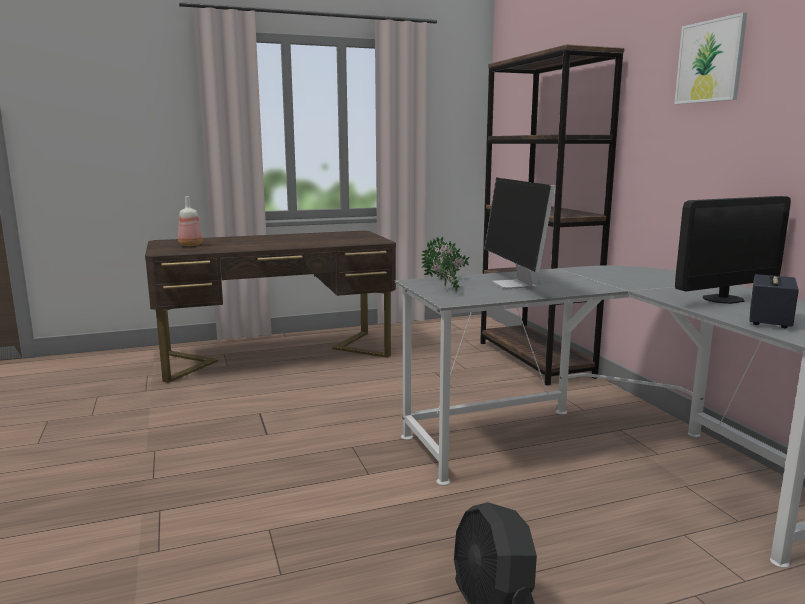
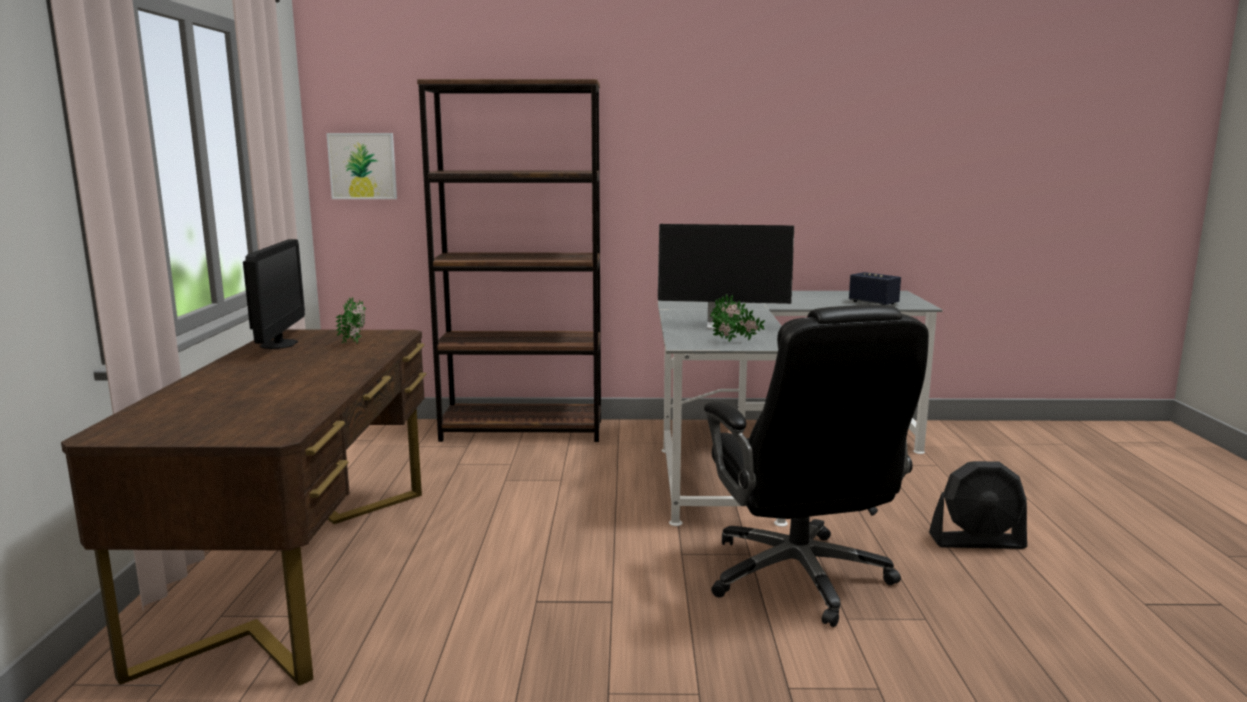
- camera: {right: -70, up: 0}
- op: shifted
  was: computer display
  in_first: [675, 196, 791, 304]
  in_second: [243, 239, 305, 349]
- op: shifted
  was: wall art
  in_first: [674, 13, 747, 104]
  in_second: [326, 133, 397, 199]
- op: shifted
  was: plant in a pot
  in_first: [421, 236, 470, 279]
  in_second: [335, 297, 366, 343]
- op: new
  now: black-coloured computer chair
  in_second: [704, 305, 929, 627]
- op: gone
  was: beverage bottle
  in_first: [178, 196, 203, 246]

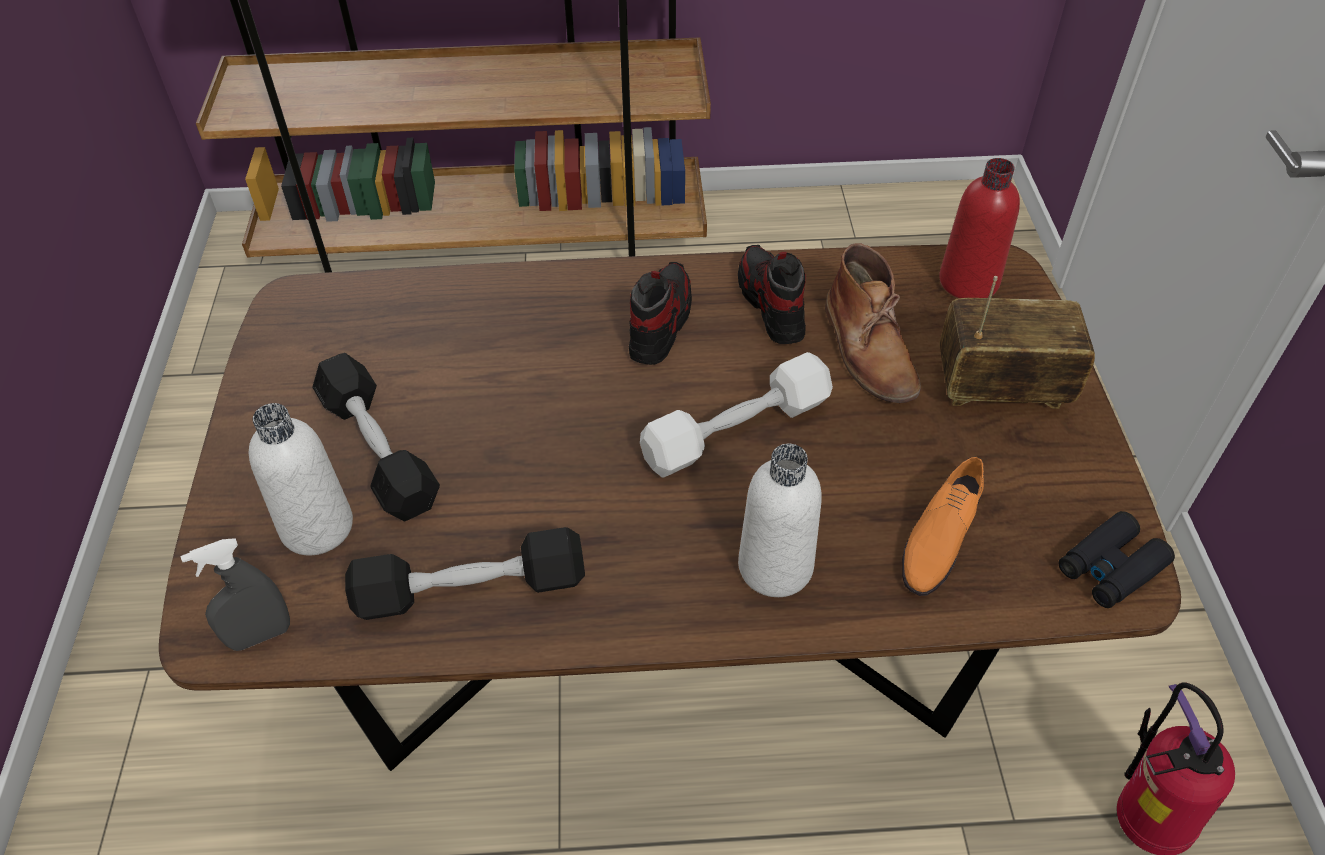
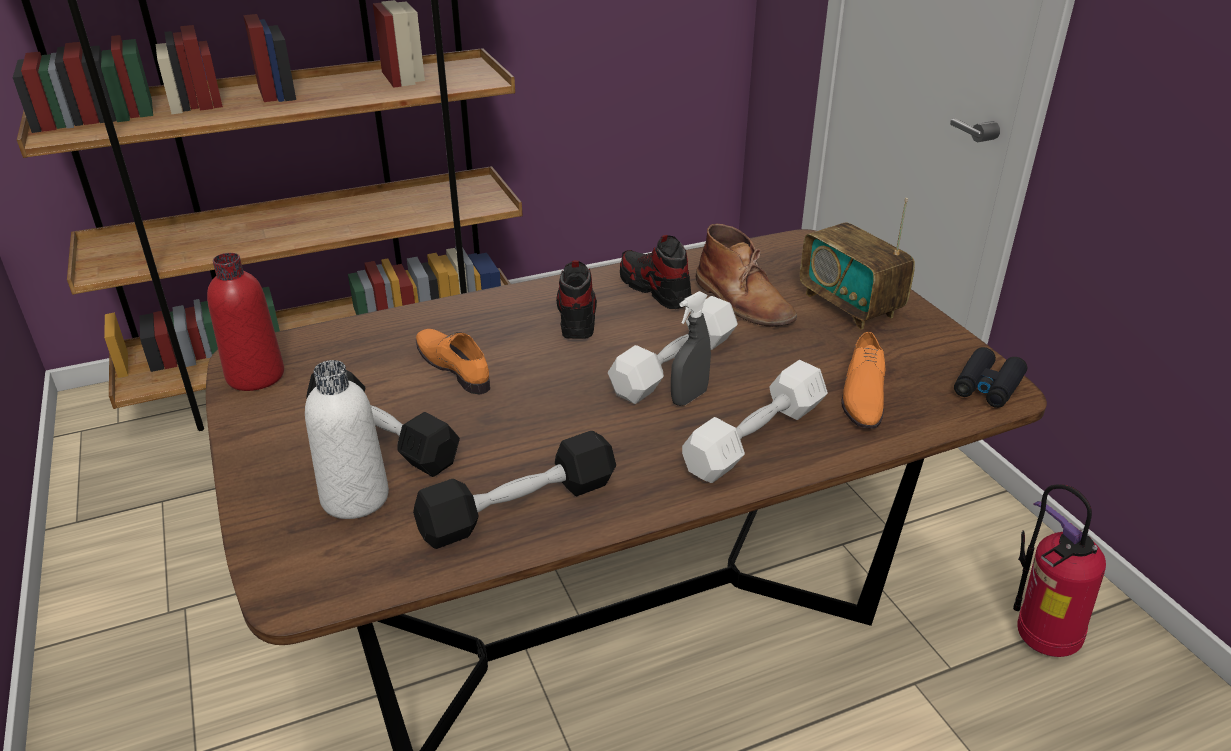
- camera: {right: -20, up: -15}
- op: shifted
  was: red beverage bottle
  in_first: [939, 158, 1020, 298]
  in_second: [207, 253, 284, 391]
- op: new
  now: orange-coloured shoe
  in_second: [416, 329, 490, 395]
- op: shifted
  was: greyish spray bottle
  in_first: [180, 538, 290, 651]
  in_second: [671, 291, 711, 406]
- op: swapped
  was: white-coloured beverage bottle
  now: white-coloured free weight
  in_first: [738, 444, 822, 597]
  in_second: [682, 360, 828, 483]
- op: rotated
  was: radio set
  in_first: [939, 276, 1095, 409]
  in_second: [800, 198, 915, 330]
  clockwise: -105

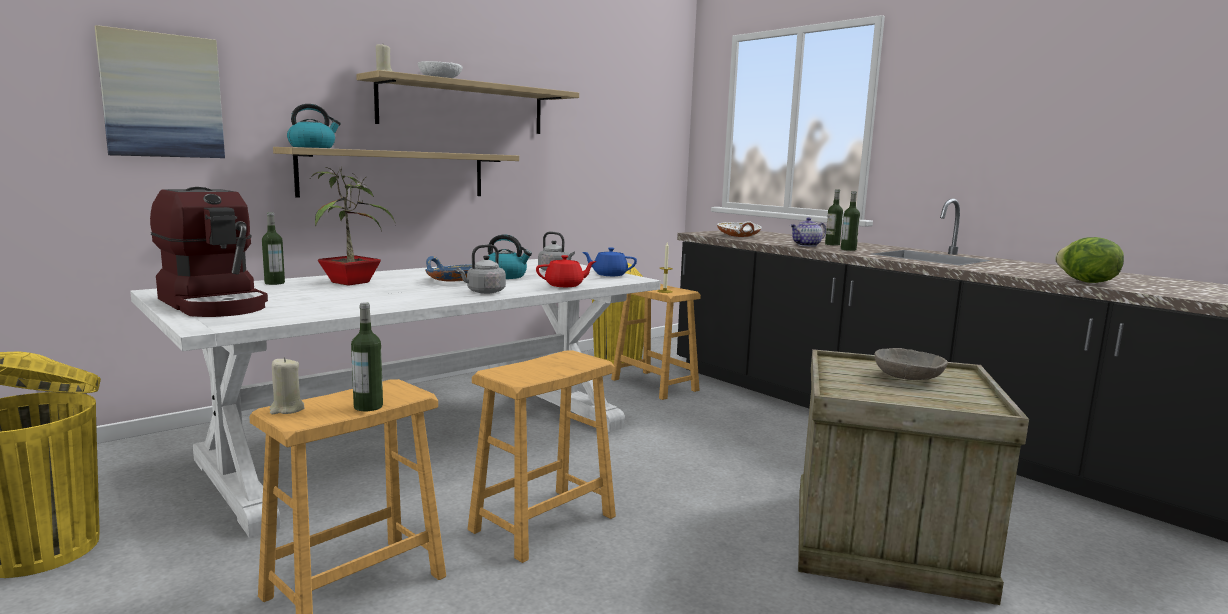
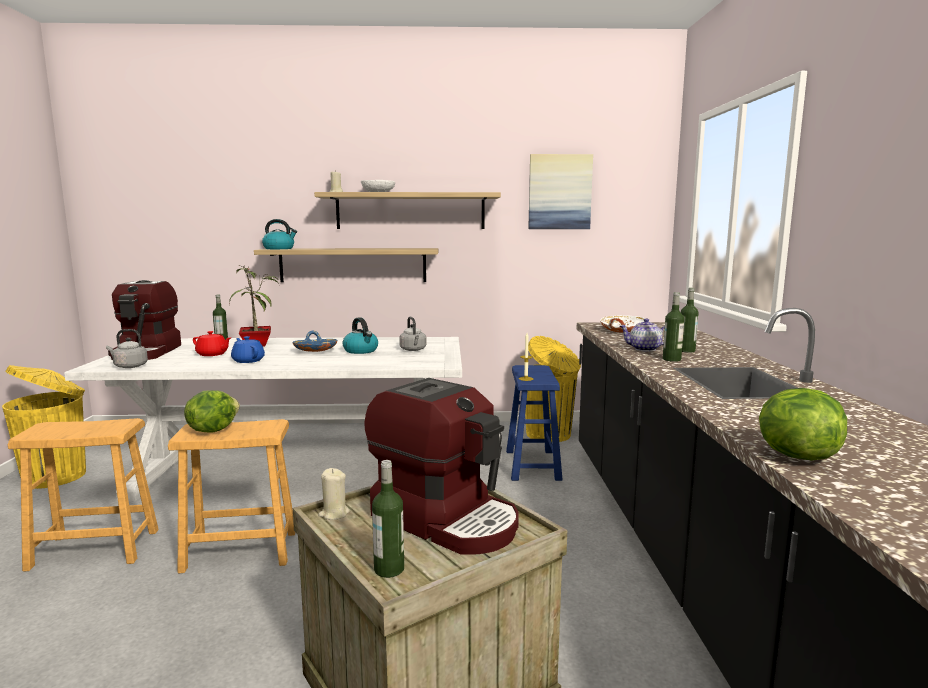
- camera: {right: 40, up: 0}
- op: shifted
  was: greyish kettle
  in_first: [457, 244, 506, 294]
  in_second: [106, 329, 148, 368]
- op: new
  now: head of lettuce
  in_second: [184, 390, 240, 433]
- op: shifted
  was: red teapot
  in_first: [536, 255, 596, 287]
  in_second: [193, 331, 231, 356]
- op: shifted
  was: blue-coloured teapot
  in_first: [582, 248, 637, 276]
  in_second: [231, 336, 265, 363]
- op: shifted
  was: beige wax candle
  in_first: [270, 357, 305, 414]
  in_second: [318, 468, 350, 520]
- op: swapped
  was: greyish serving bowl
  now: coffee machine
  in_first: [875, 348, 948, 380]
  in_second: [364, 378, 519, 555]
- op: shifted
  was: beverage bottle
  in_first: [351, 303, 383, 411]
  in_second: [372, 460, 404, 578]
- op: repainted
  was: brown-coloured stool
  now: blue-coloured stool
  in_first: [611, 284, 701, 400]
  in_second: [506, 365, 563, 481]
- op: shifted
  was: wall art
  in_first: [95, 25, 225, 158]
  in_second: [528, 154, 593, 229]

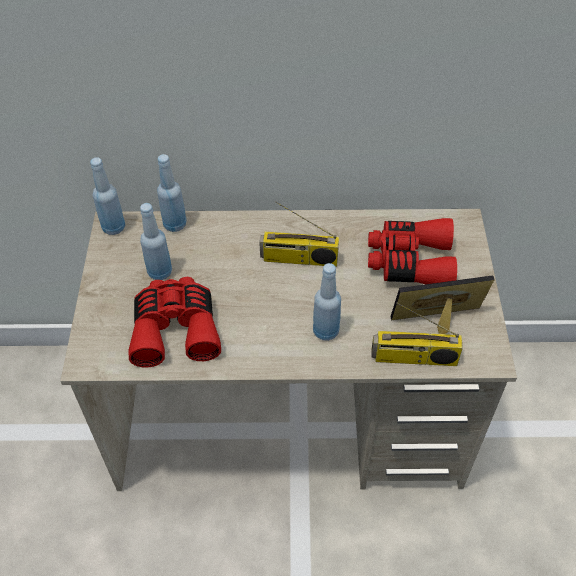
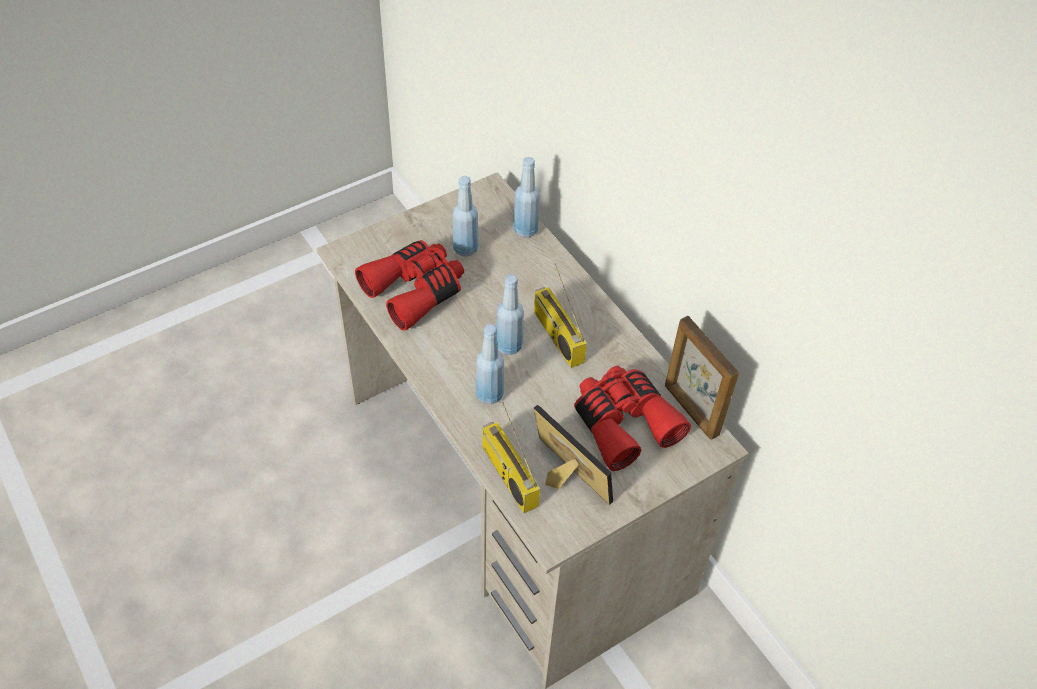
- camera: {right: 55, up: 0}
- op: shifted
  was: blue-coloured beverage bottle
  in_first: [90, 157, 125, 235]
  in_second: [496, 274, 524, 355]
- op: new
  now: standing frame
  in_second: [665, 316, 739, 440]

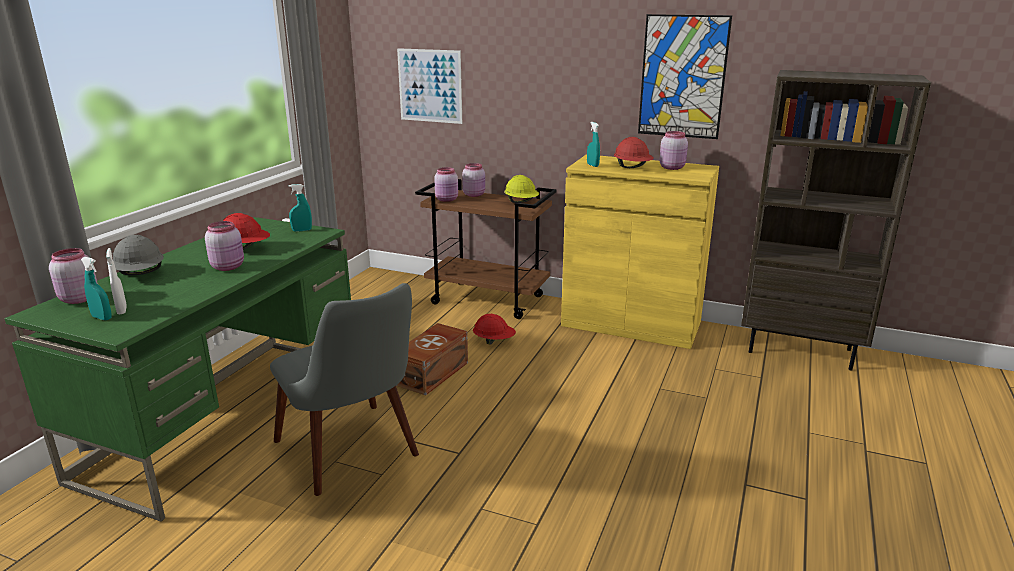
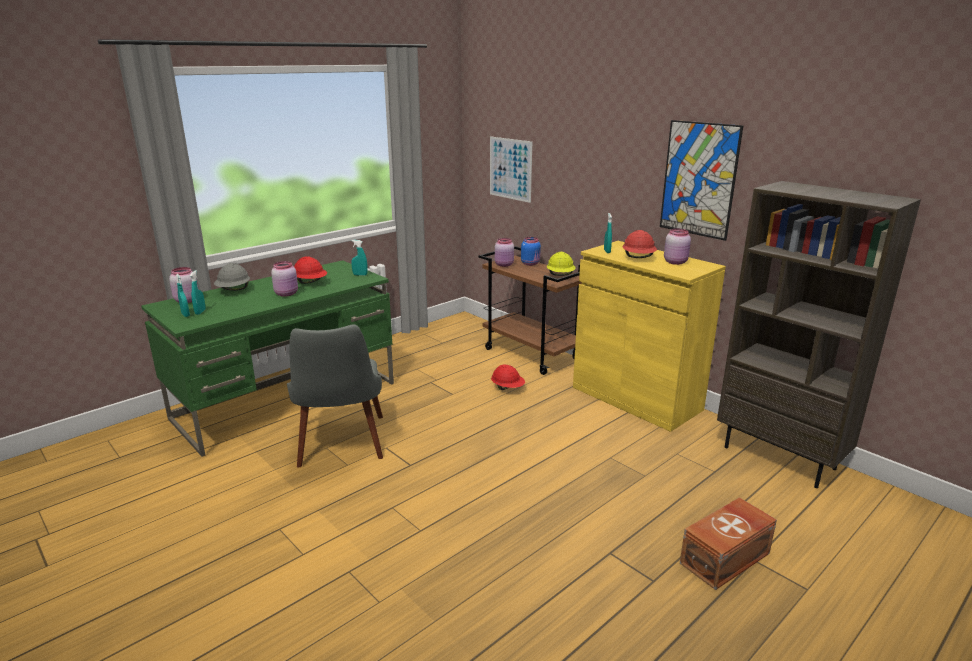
- camera: {right: 25, up: 0}
- op: repainted
  was: white-coloured spray bottle
  now: turquoise-coloured spray bottle
  in_first: [106, 248, 127, 315]
  in_second: [190, 270, 205, 315]
- op: repainted
  was: pinkish storage jar
  now: blue-coloured storage jar
  in_first: [462, 163, 485, 197]
  in_second: [521, 237, 541, 266]
- op: shifted
  was: brown-coloured storage bin
  in_first: [396, 323, 468, 395]
  in_second: [680, 497, 777, 590]

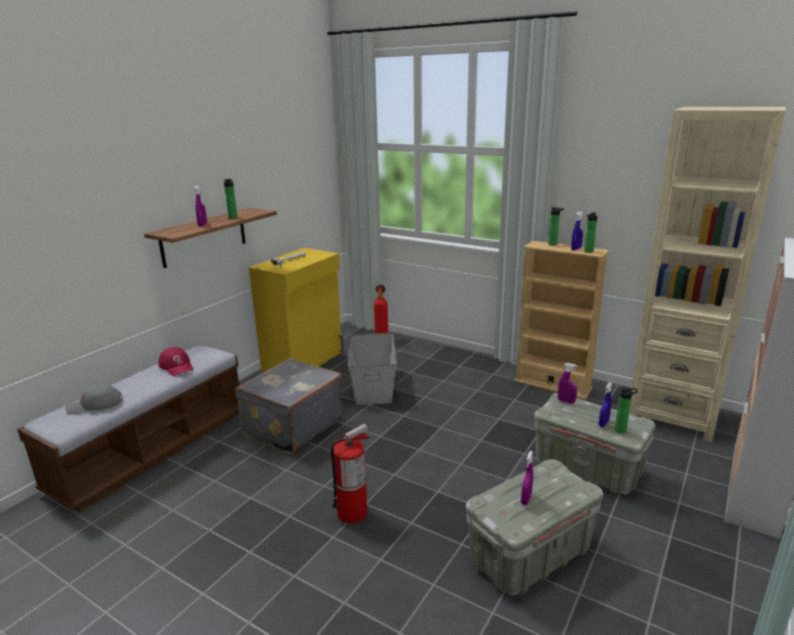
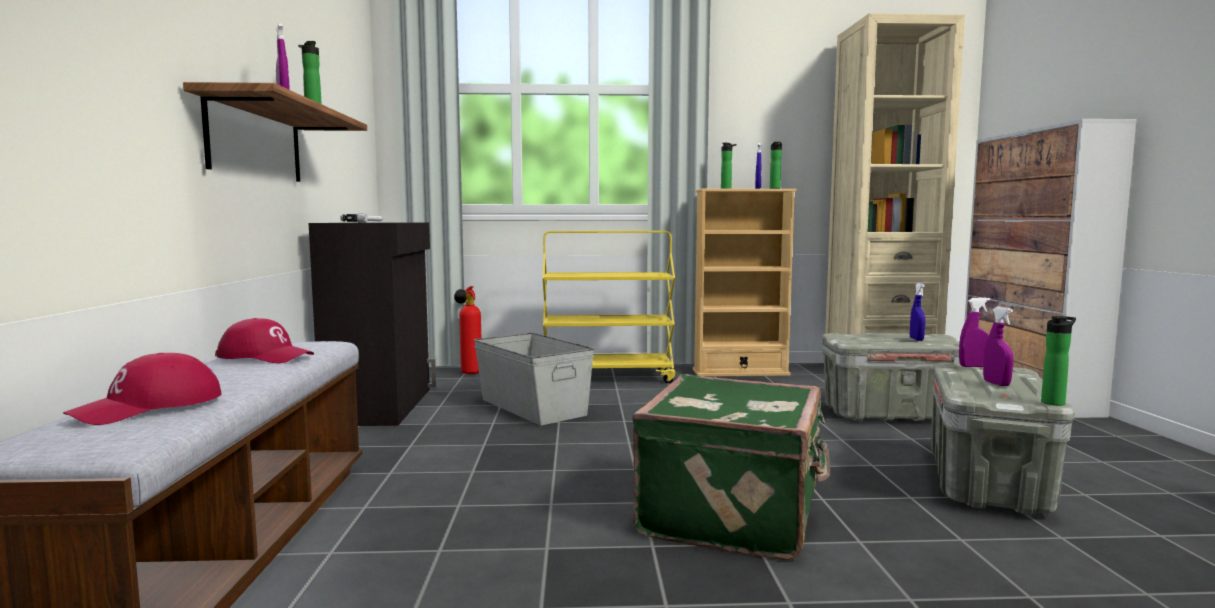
- camera: {right: -35, up: -15}
- op: repainted
  was: greyish peaked cap
  now: red peaked cap
  in_first: [65, 384, 123, 415]
  in_second: [63, 353, 222, 425]
- op: repainted
  was: yellowish cabinet
  now: black-coloured cabinet
  in_first: [249, 248, 344, 373]
  in_second: [309, 223, 436, 426]
- op: new
  now: yellowish trolley
  in_second: [543, 231, 675, 383]
- op: swapped
  was: fire-fighting cylinder
  now: green-coloured piece of luggage
  in_first: [331, 424, 370, 524]
  in_second: [632, 374, 830, 560]
- op: shifted
  was: purplish spray bottle
  in_first: [558, 363, 578, 404]
  in_second: [959, 297, 990, 367]
- op: shifted
  was: beverage bottle
  in_first: [615, 387, 638, 433]
  in_second: [1041, 316, 1076, 406]
- op: gone
  was: greyish piece of luggage
  in_first: [235, 358, 342, 455]

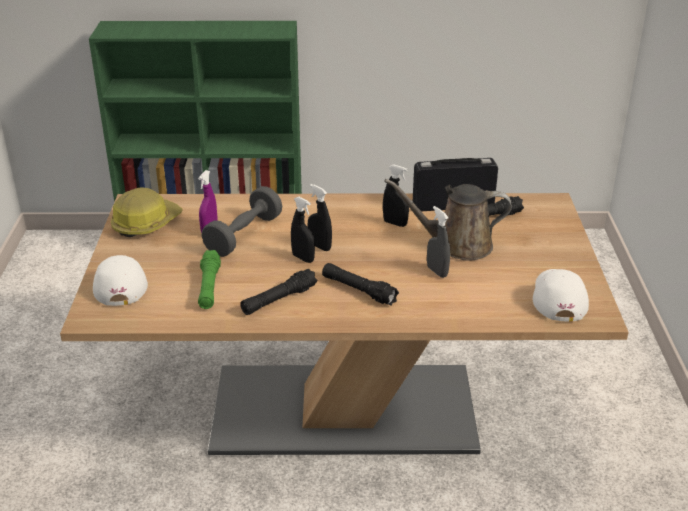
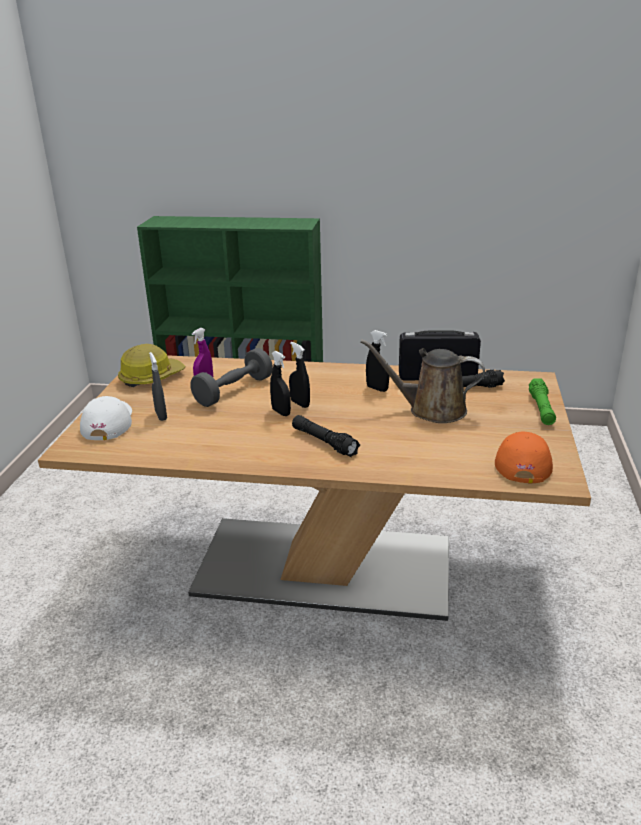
- camera: {right: 10, up: -5}
- op: shifted
  was: greyish spray bottle
  in_first: [427, 206, 450, 278]
  in_second: [149, 352, 167, 421]
- op: repainted
  was: white-coloured peaked cap
  now: orange-coloured peaked cap
  in_first: [533, 269, 589, 322]
  in_second: [495, 432, 553, 483]
- op: shifted
  was: green-coloured flashlight
  in_first: [198, 250, 221, 309]
  in_second: [529, 378, 556, 425]
- op: gone
  was: black-coloured flashlight
  in_first: [240, 268, 317, 315]

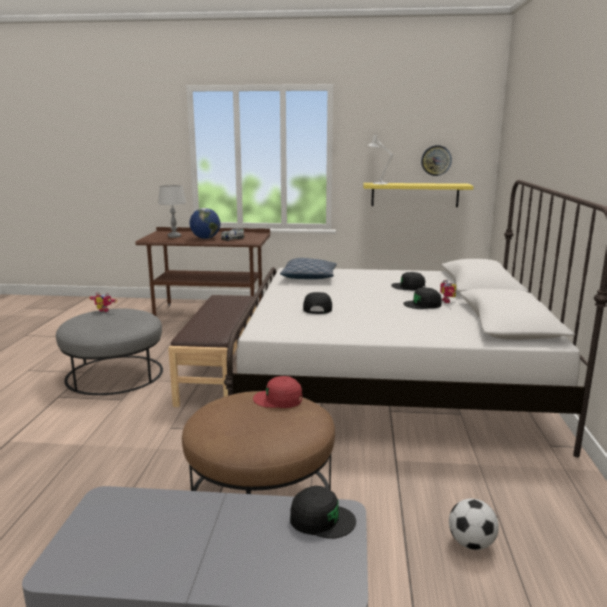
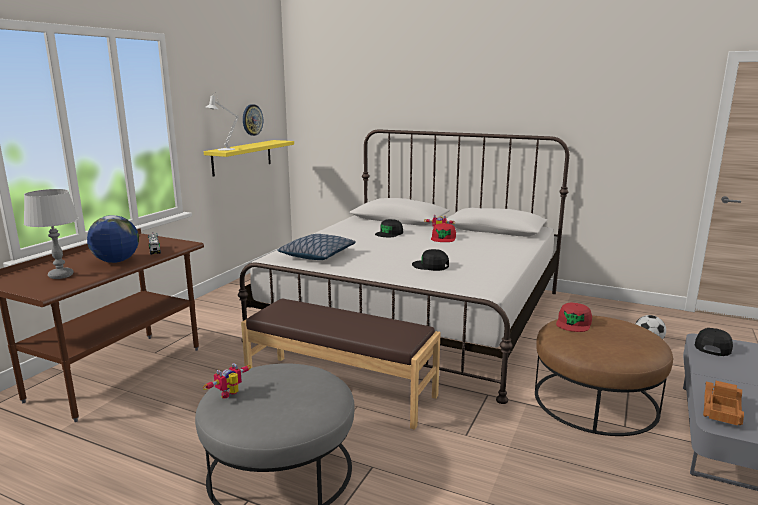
- camera: {right: -70, up: 0}
- op: repainted
  was: black-coloured peaked cap
  now: red peaked cap
  in_first: [403, 288, 442, 309]
  in_second: [431, 223, 456, 242]
- op: new
  now: toy lorry
  in_second: [703, 381, 744, 425]

